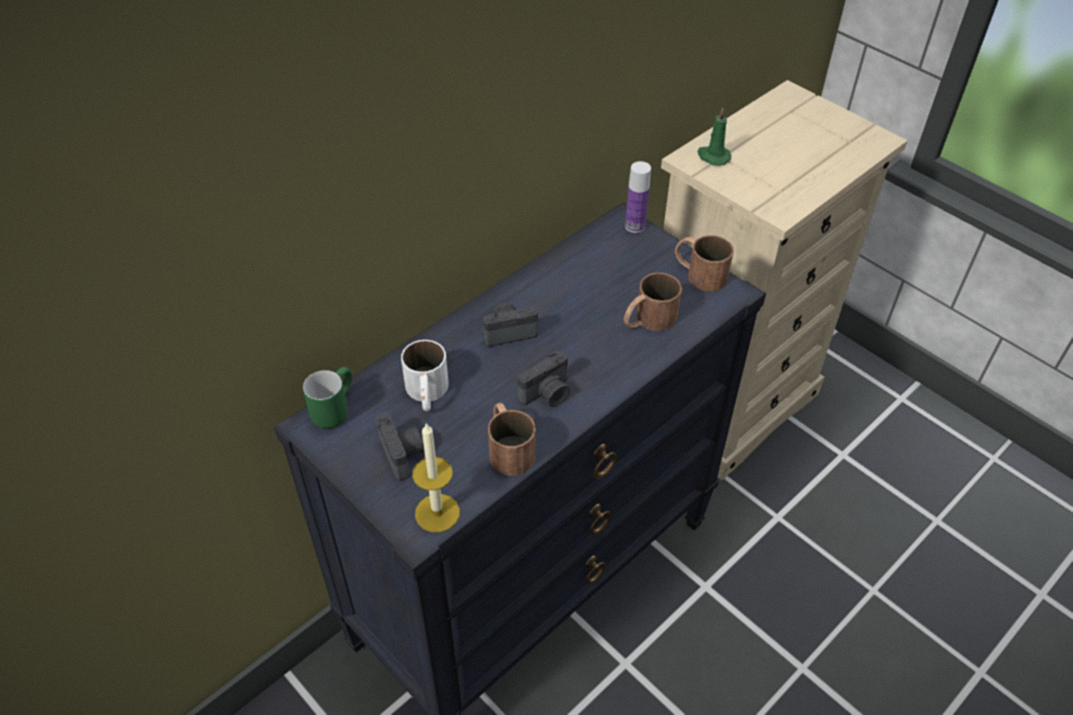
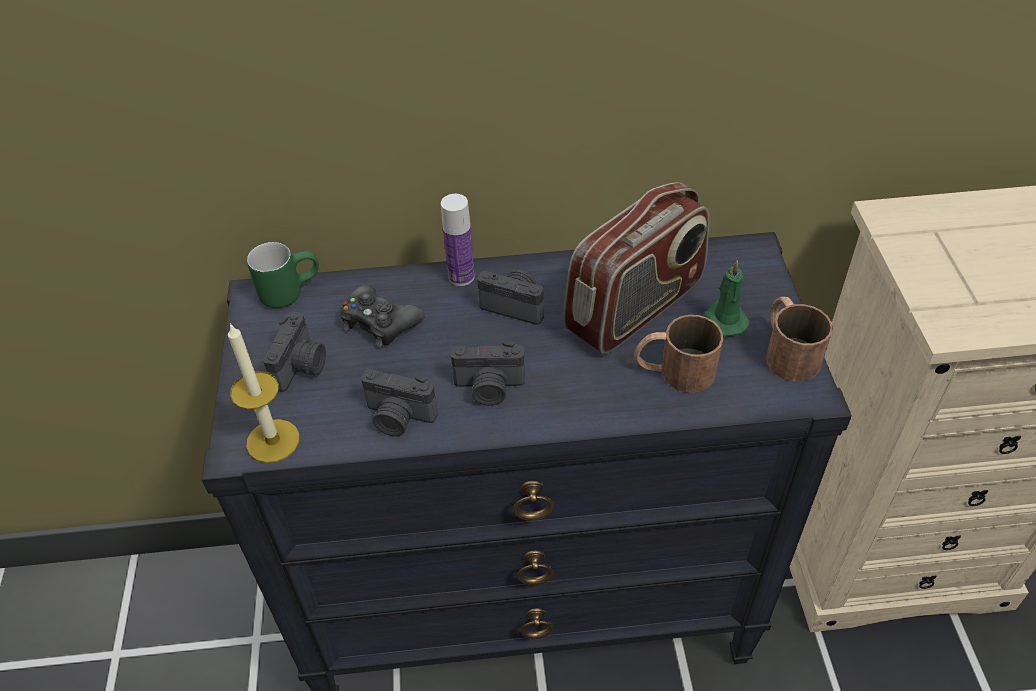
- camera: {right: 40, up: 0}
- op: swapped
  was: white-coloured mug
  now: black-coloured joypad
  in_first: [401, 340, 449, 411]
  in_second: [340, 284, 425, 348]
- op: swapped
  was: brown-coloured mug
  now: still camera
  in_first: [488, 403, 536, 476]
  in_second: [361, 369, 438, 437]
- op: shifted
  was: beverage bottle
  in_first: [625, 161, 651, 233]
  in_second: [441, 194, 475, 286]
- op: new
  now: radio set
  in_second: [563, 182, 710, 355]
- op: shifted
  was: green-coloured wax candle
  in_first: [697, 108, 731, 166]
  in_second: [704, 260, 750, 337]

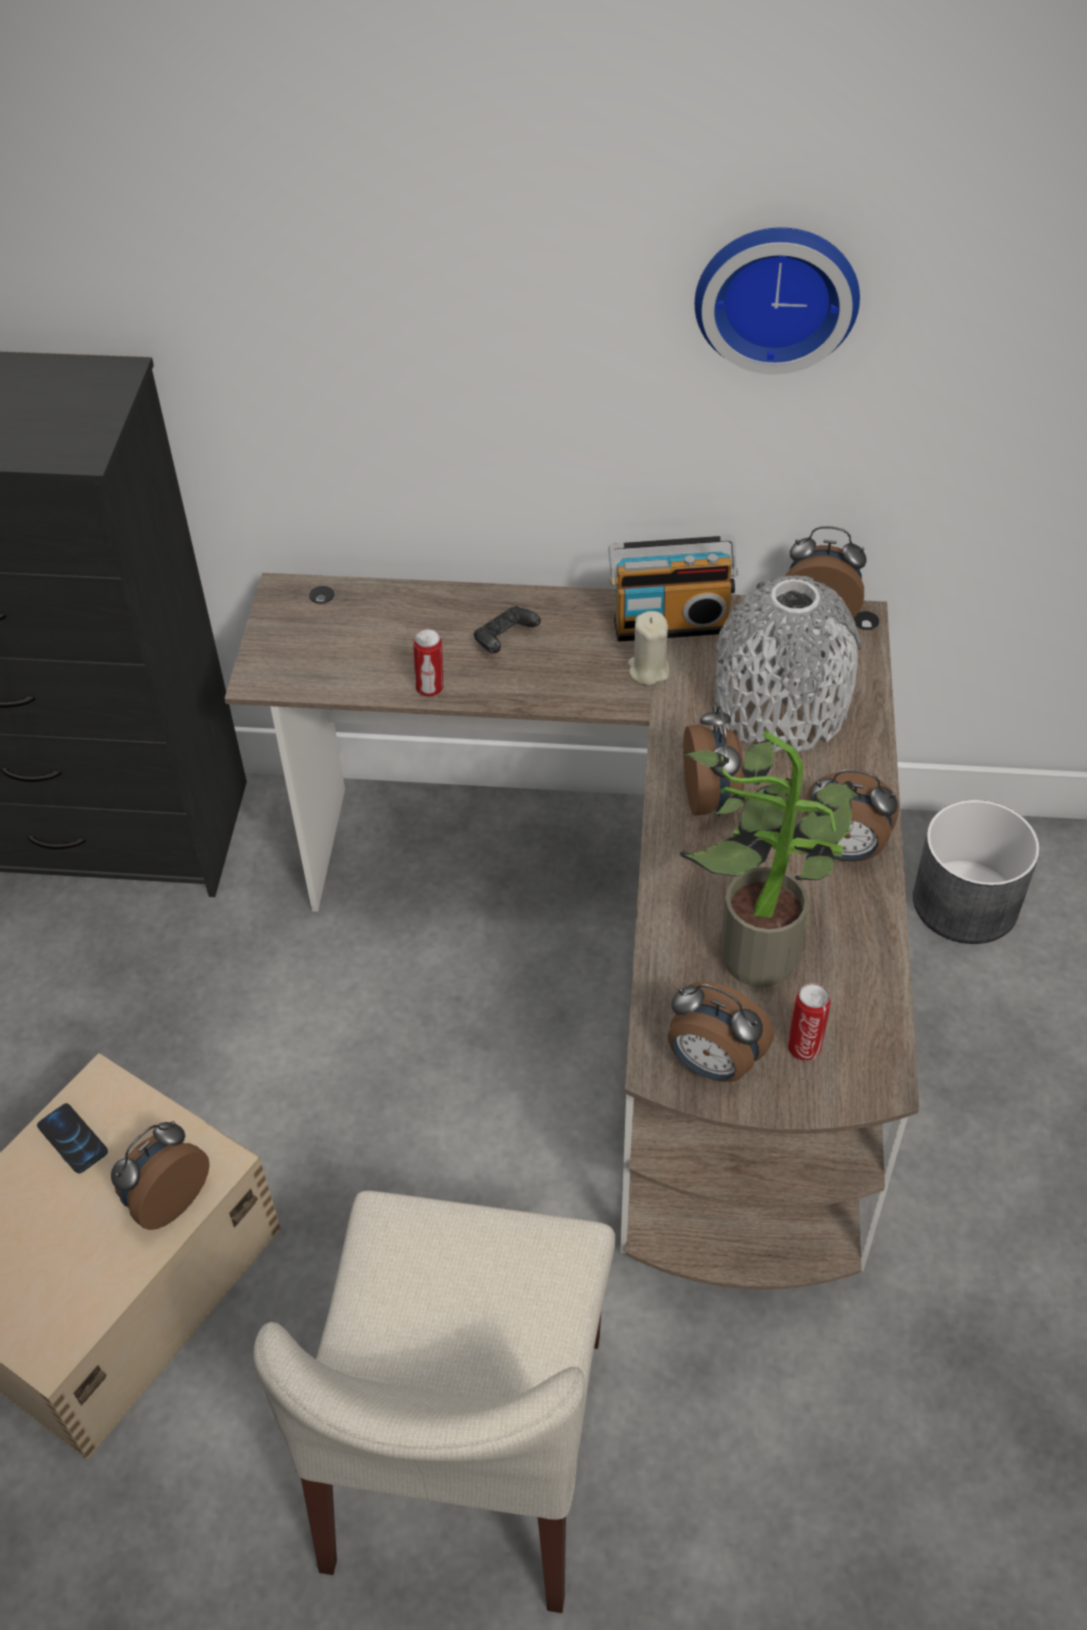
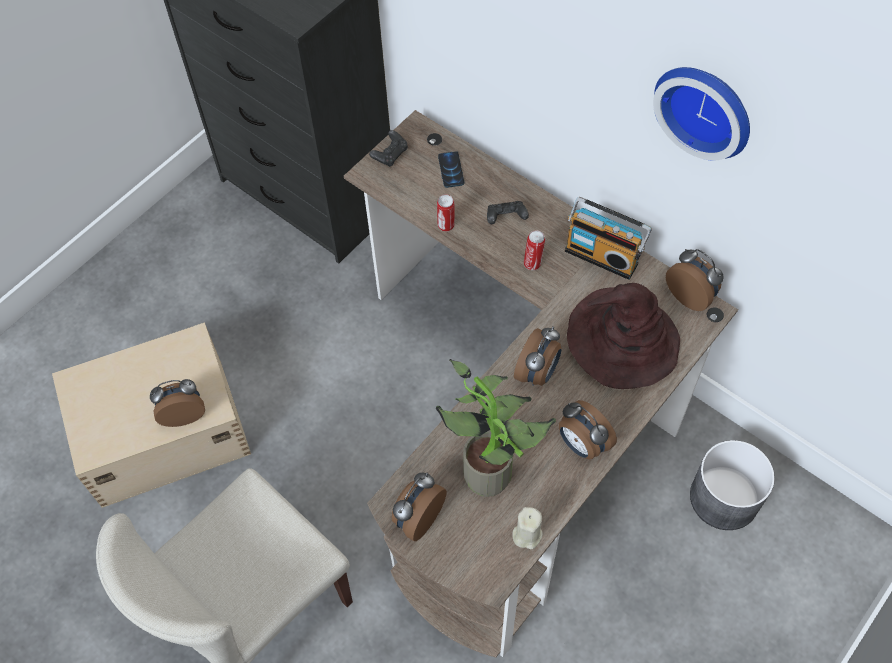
- camera: {right: 35, up: 10}
- op: new
  now: black-coloured joypad
  in_second: [369, 130, 408, 167]
- op: rotated
  was: alarm clock
  in_first: [668, 981, 774, 1082]
  in_second: [392, 473, 447, 541]
  clockwise: 60
- op: shifted
  was: phone
  in_first: [37, 1103, 108, 1173]
  in_second: [438, 151, 464, 188]
- op: shifted
  was: beige wax candle
  in_first: [628, 611, 669, 685]
  in_second: [513, 507, 543, 549]
- op: shifted
  was: metal can
  in_first: [788, 983, 831, 1061]
  in_second: [524, 231, 545, 270]
- op: swapped
  was: greyish flower vase
  now: brown-coloured hat
  in_first: [715, 575, 861, 752]
  in_second: [567, 283, 680, 389]

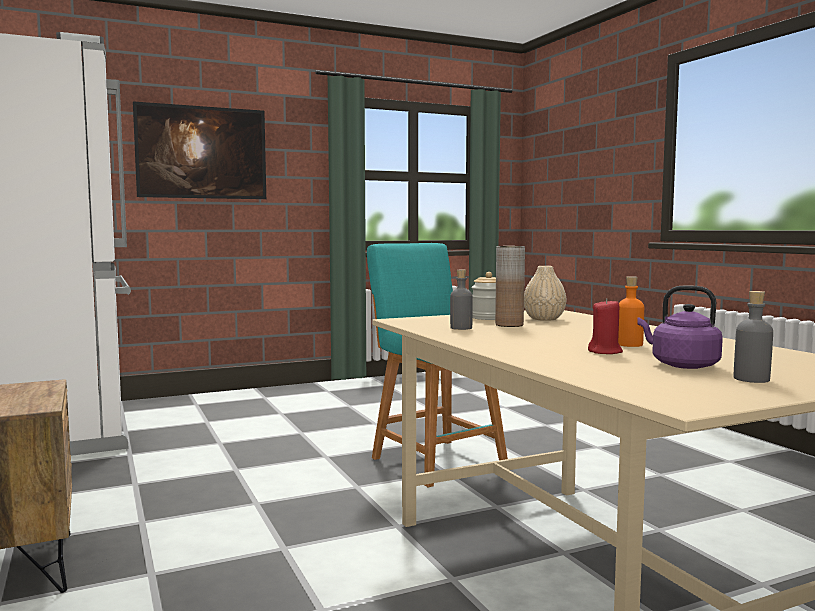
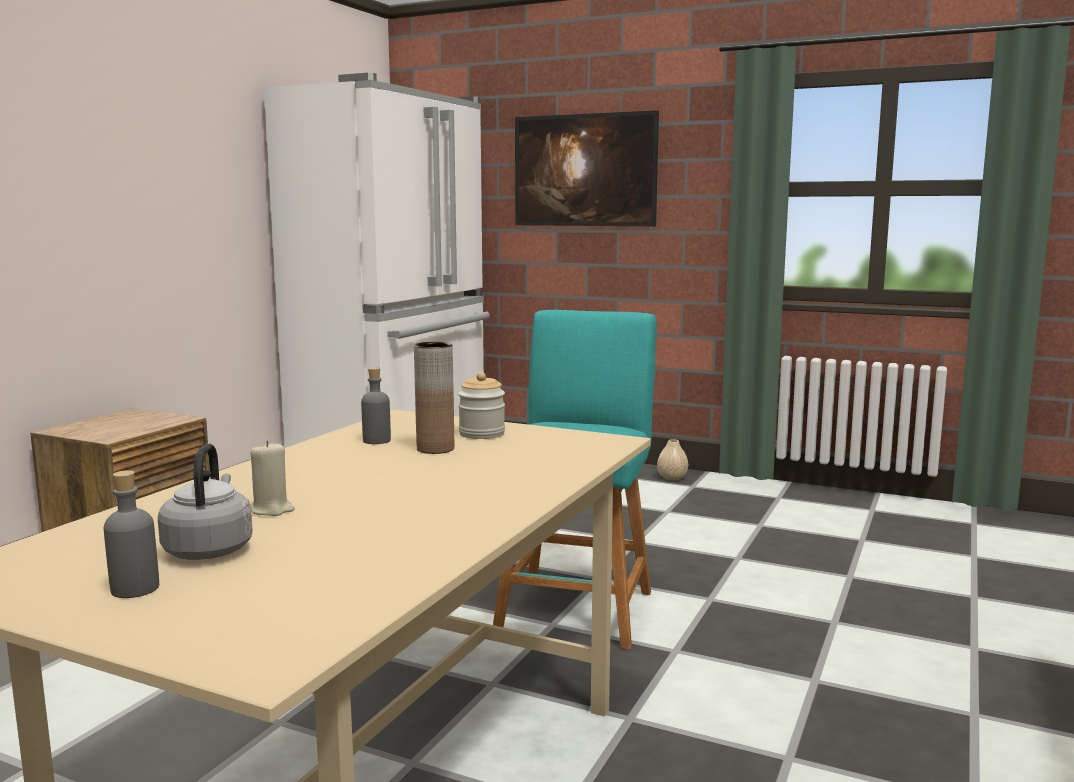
- camera: {right: 50, up: 5}
- op: repainted
  was: purplish kettle
  now: greyish kettle
  in_first: [637, 286, 723, 369]
  in_second: [158, 443, 253, 560]
- op: repainted
  was: red wax candle
  now: beige wax candle
  in_first: [588, 298, 623, 354]
  in_second: [250, 441, 295, 516]
- op: shifted
  was: beige flower vase
  in_first: [524, 266, 567, 321]
  in_second: [657, 439, 688, 480]
- op: gone
  was: orange-coloured beverage bottle
  in_first: [618, 276, 644, 347]

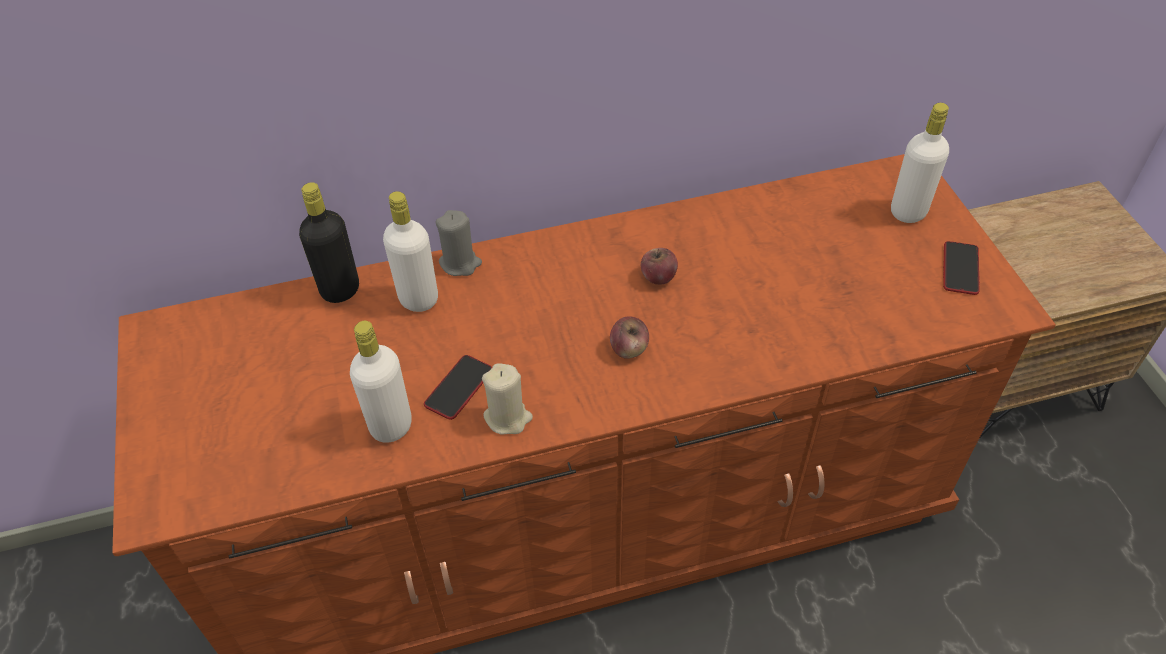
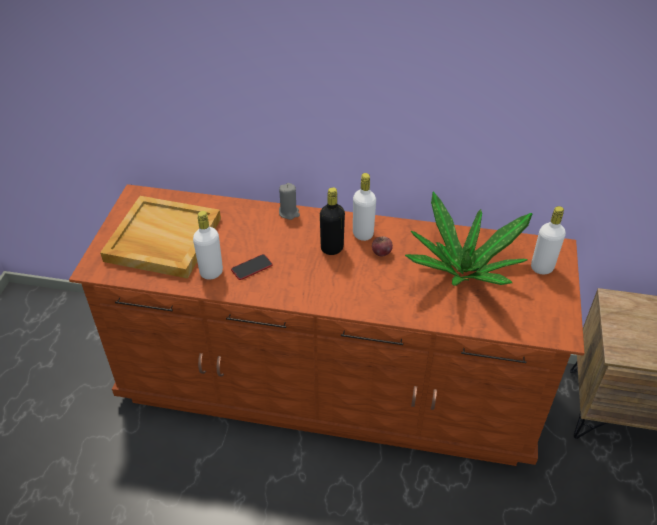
- camera: {right: 25, up: -5}
- op: new
  now: beige tray
  in_second: [100, 196, 221, 279]
- op: shifted
  was: black-coloured beverage bottle
  in_first: [299, 182, 359, 303]
  in_second: [320, 187, 345, 255]
- op: shifted
  was: white-coloured beverage bottle
  in_first: [383, 191, 438, 312]
  in_second: [353, 173, 376, 241]
- op: new
  now: plant in a pot
  in_second: [405, 192, 532, 286]
- op: gone
  was: beige wax candle
  in_first: [482, 363, 533, 435]
- op: gone
  was: apple fruit
  in_first: [610, 316, 649, 359]
- op: gone
  was: phone
  in_first: [943, 241, 980, 295]

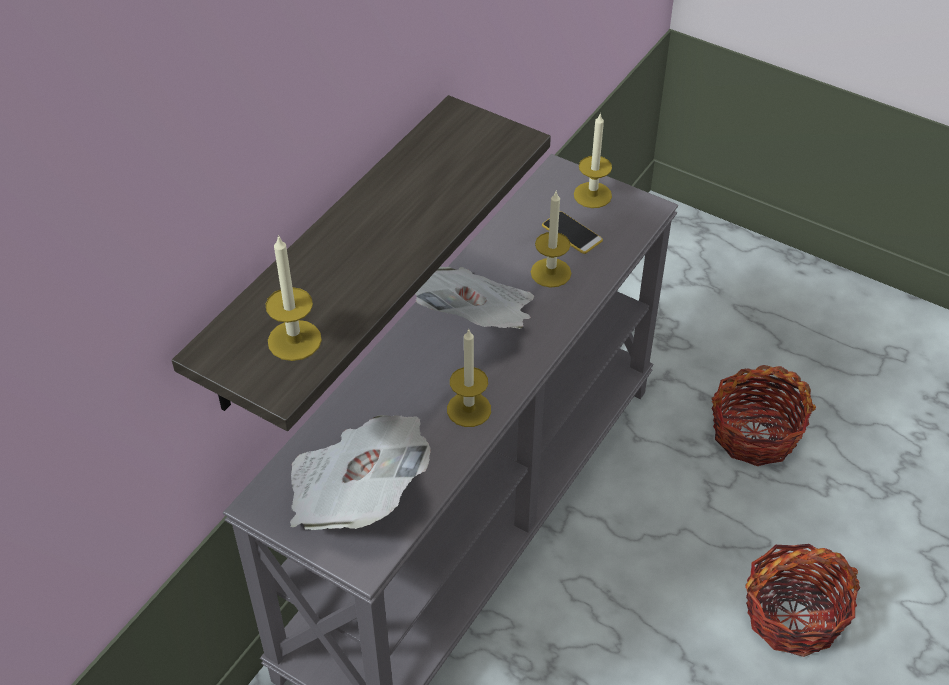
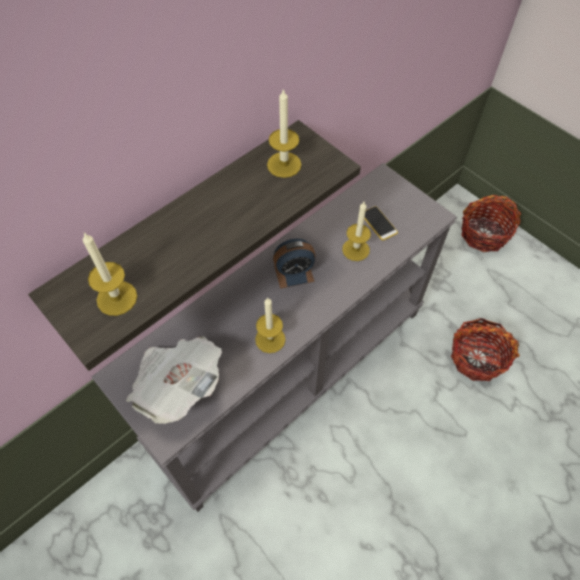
- camera: {right: 15, up: 10}
- op: shifted
  was: wax candle
  in_first: [574, 114, 612, 208]
  in_second: [267, 88, 302, 178]
- op: swapped
  was: printed paper
  now: alarm clock
  in_first: [415, 267, 534, 329]
  in_second: [273, 239, 316, 289]
- op: shifted
  was: household basket
  in_first: [745, 544, 860, 657]
  in_second: [461, 195, 521, 252]

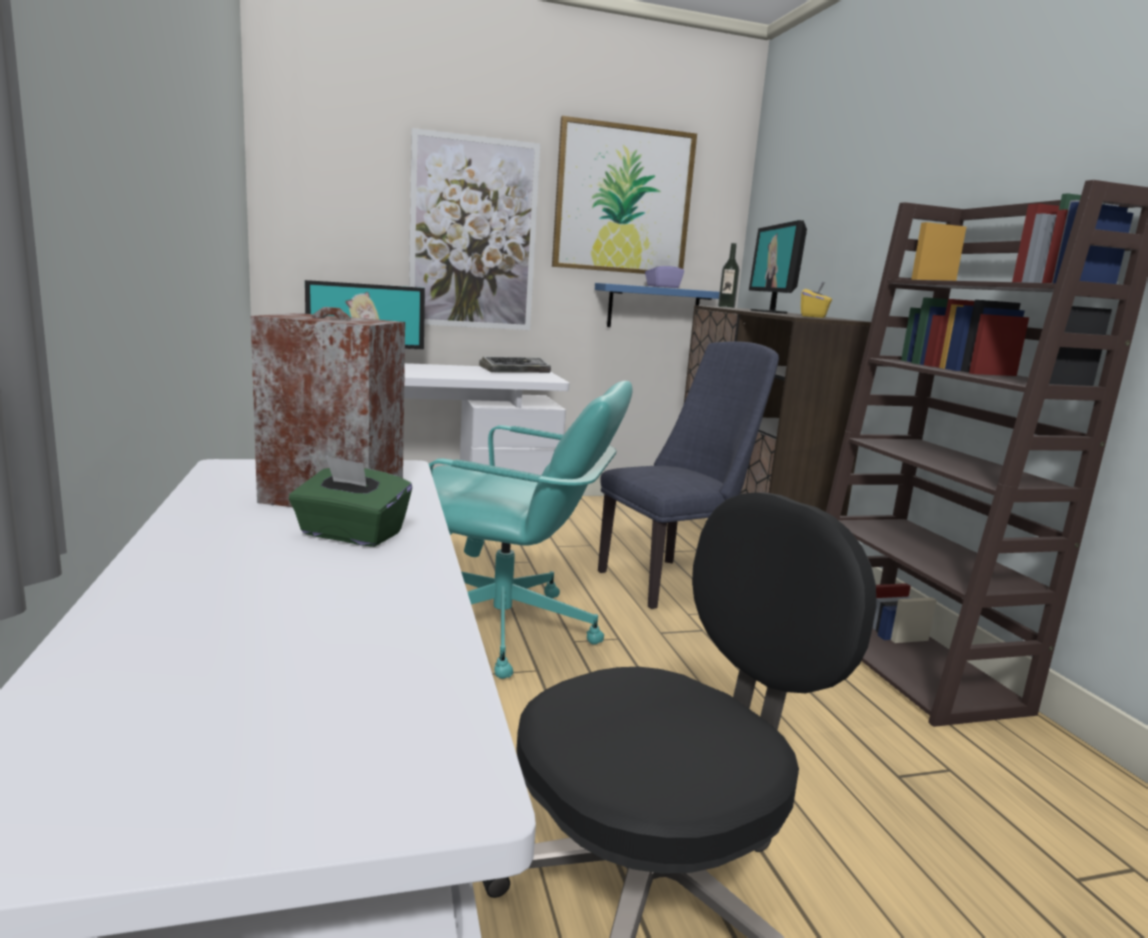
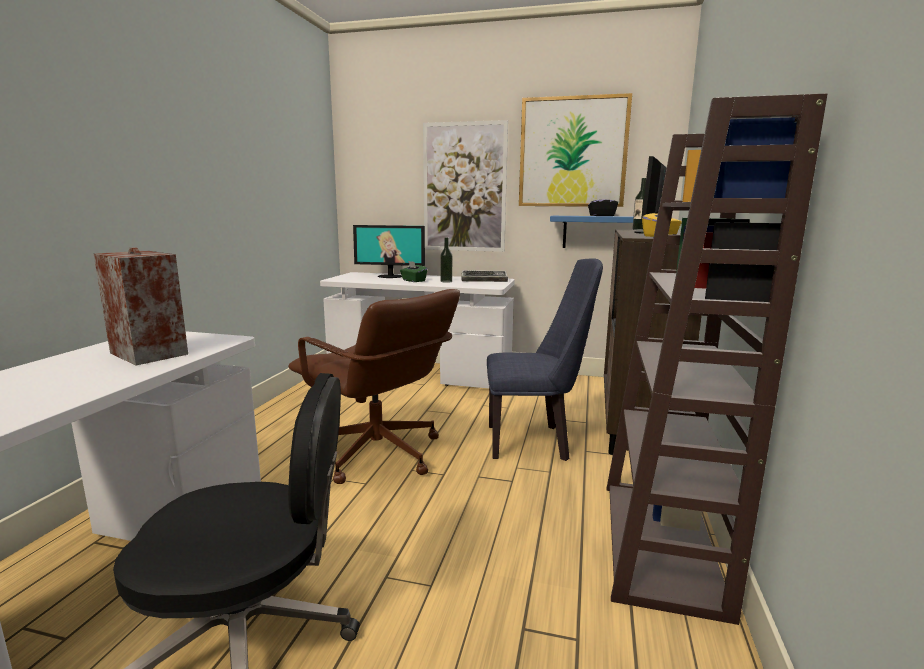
- camera: {right: 30, up: 0}
- op: repainted
  was: turquoise-coloured computer chair
  now: brown-coloured computer chair
  in_first: [429, 381, 633, 679]
  in_second: [288, 289, 460, 484]
- op: shifted
  was: green-coloured tissue box
  in_first: [289, 455, 412, 547]
  in_second: [400, 261, 428, 282]
- op: new
  now: beverage bottle
  in_second: [440, 237, 452, 283]
- op: repainted
  was: purplish tissue box
  now: black-coloured tissue box
  in_first: [645, 259, 684, 288]
  in_second: [588, 195, 618, 216]

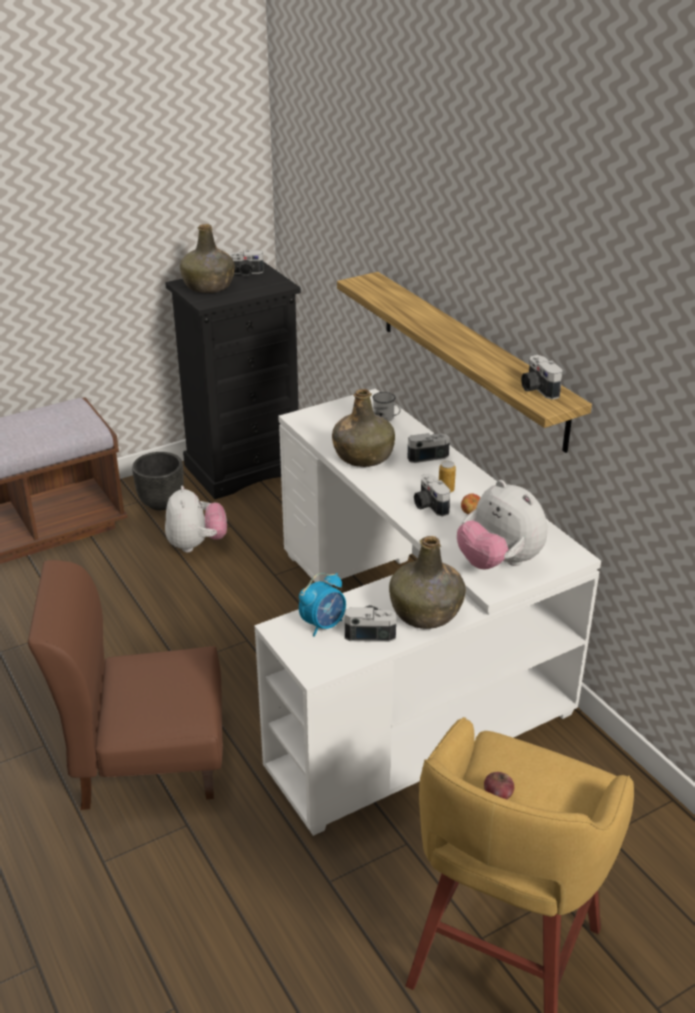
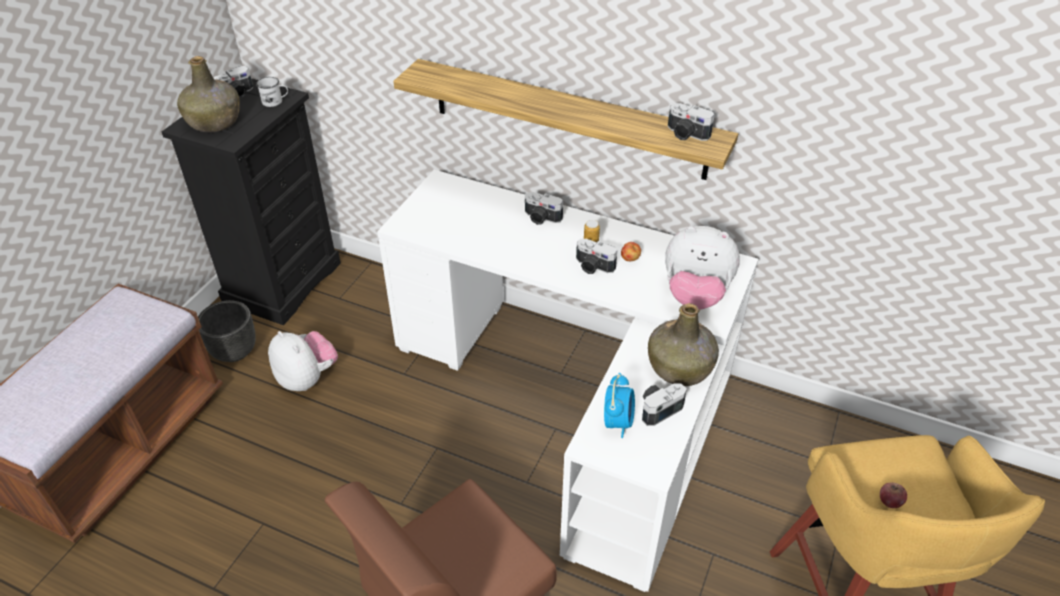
- camera: {right: -35, up: 10}
- op: shifted
  was: white-coloured mug
  in_first: [372, 392, 401, 421]
  in_second: [256, 77, 288, 107]
- op: rotated
  was: still camera
  in_first: [407, 433, 450, 463]
  in_second: [525, 192, 563, 225]
  clockwise: -105
- op: gone
  was: green-coloured beverage bottle
  in_first: [332, 389, 395, 467]

